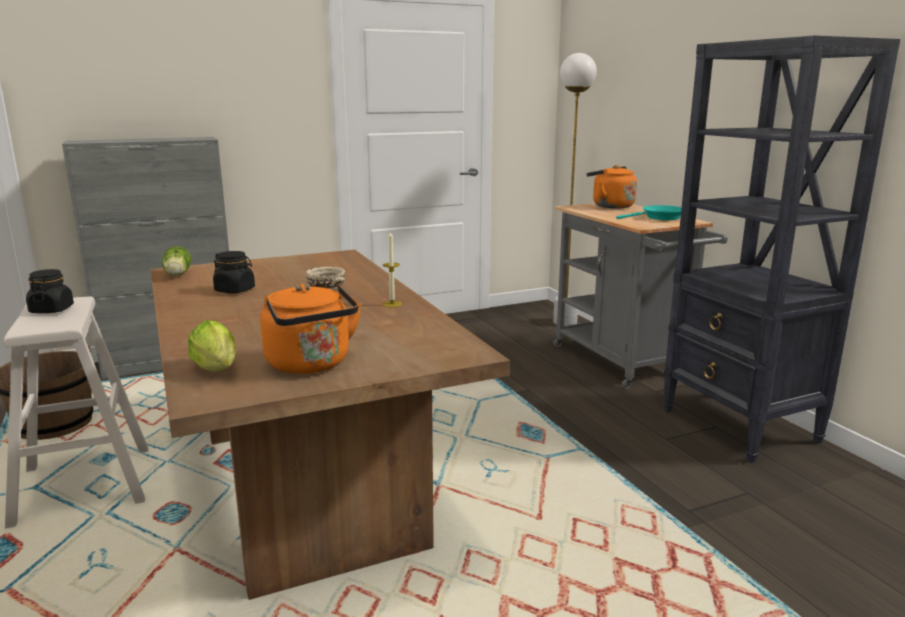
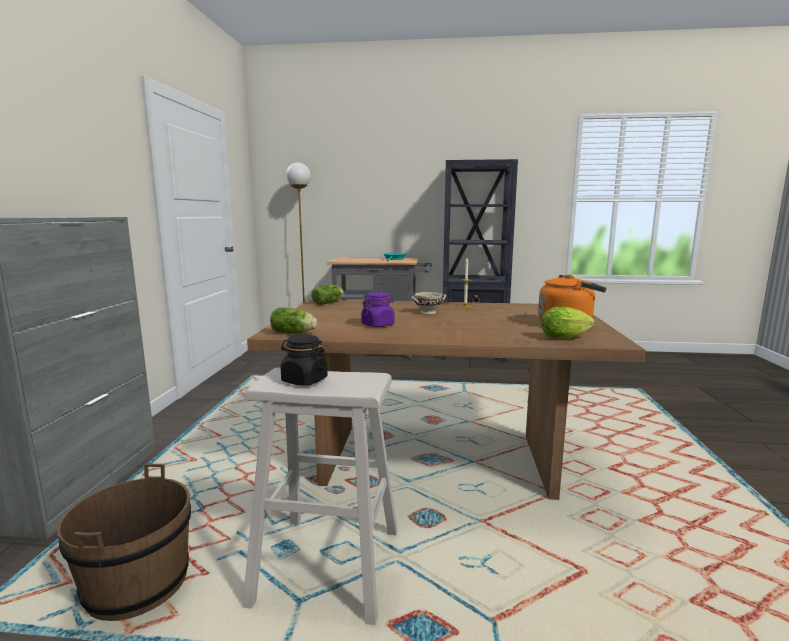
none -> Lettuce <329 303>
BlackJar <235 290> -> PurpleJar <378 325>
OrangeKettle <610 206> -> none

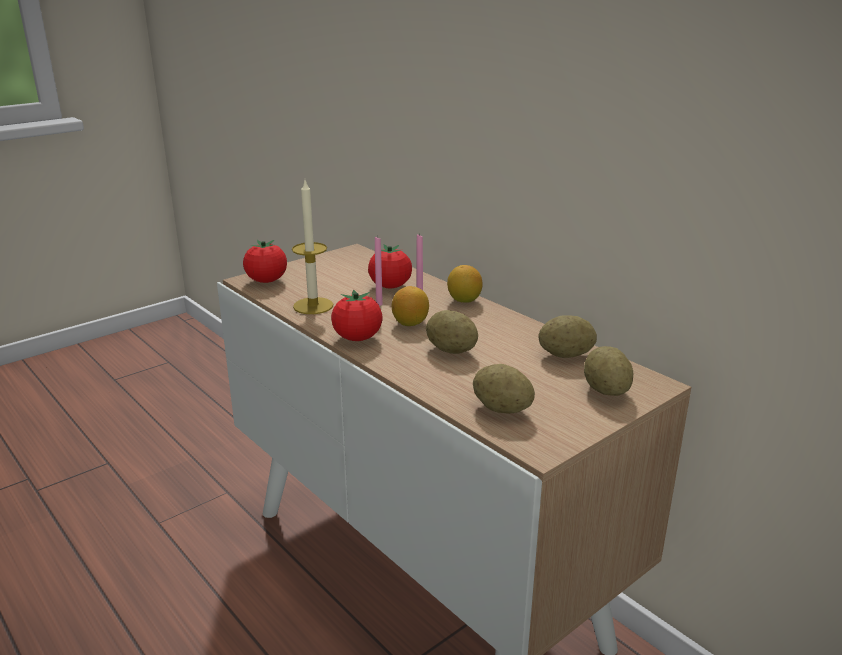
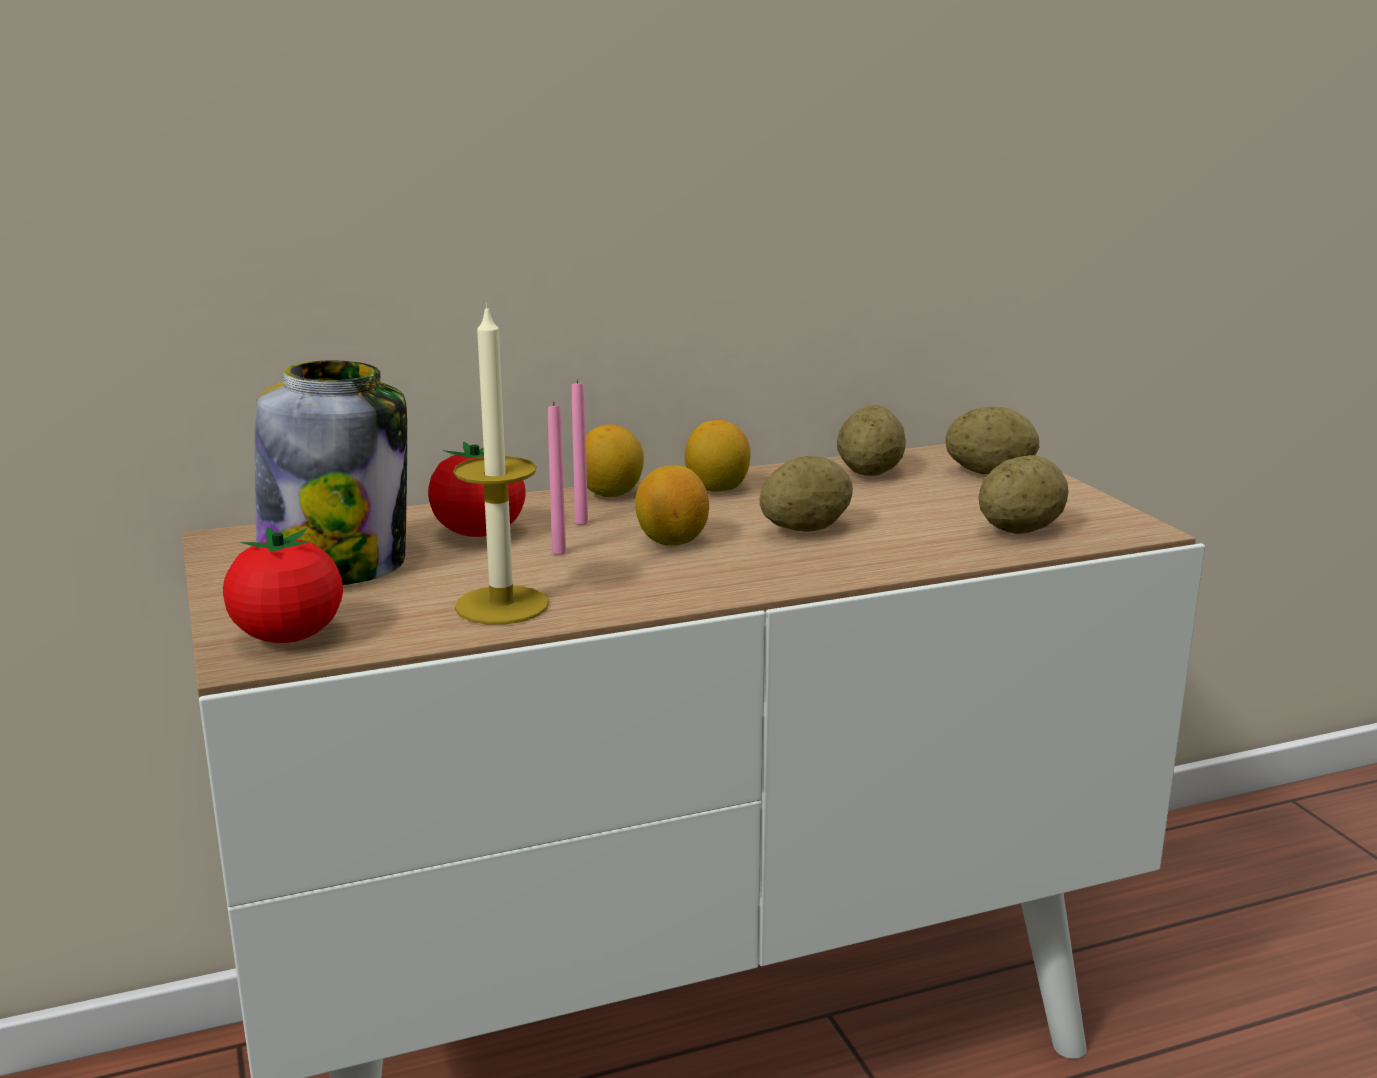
none -> Jar <337 564>
none -> Lemon <717 489>
Tomato <357 338> -> none

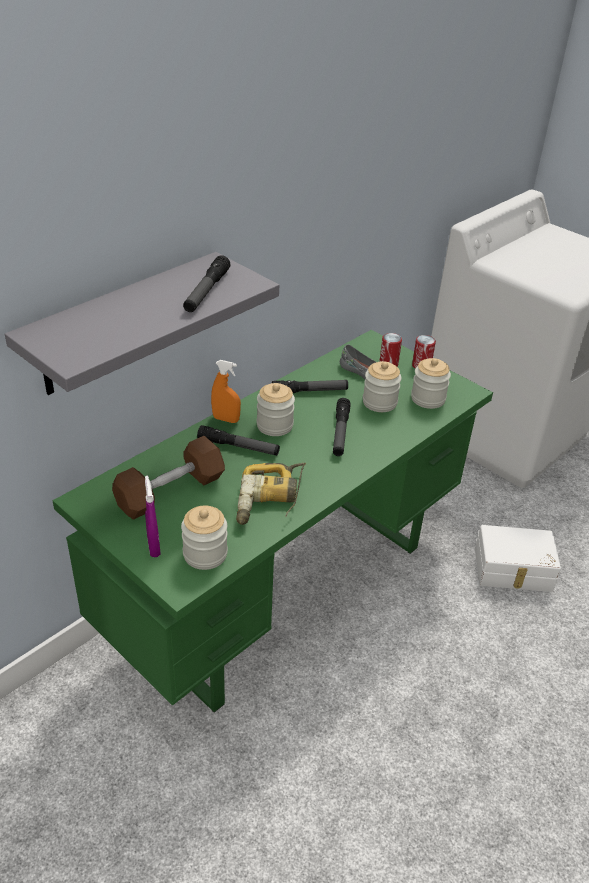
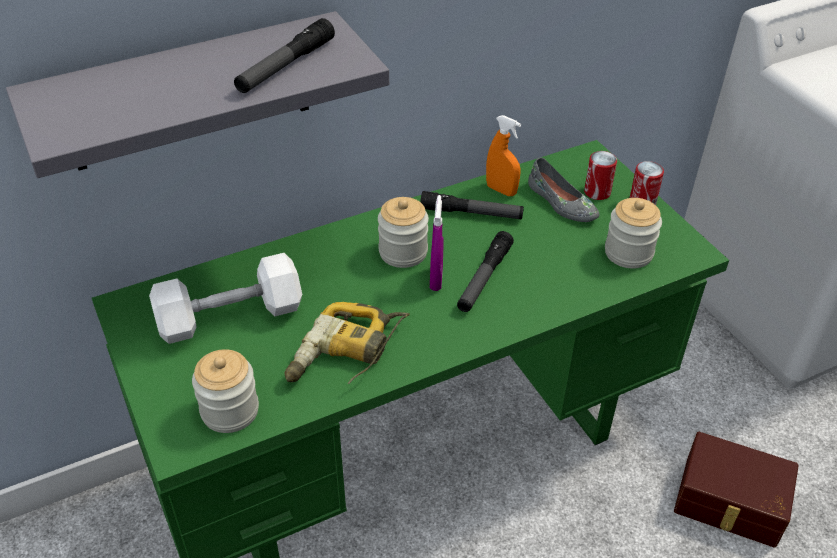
BrownDumbbell <170 492> -> WhiteDumbbell <230 316>
PurpleSprayBottle <153 547> -> PurpleSprayBottle <436 279>, move
OrangeSprayBottle <226 419> -> OrangeSprayBottle <501 190>, move
WhiteStorageBox <513 570> -> BrownStorageBox <730 503>
Flashlight <238 447> -> none
Jar <379 402> -> none

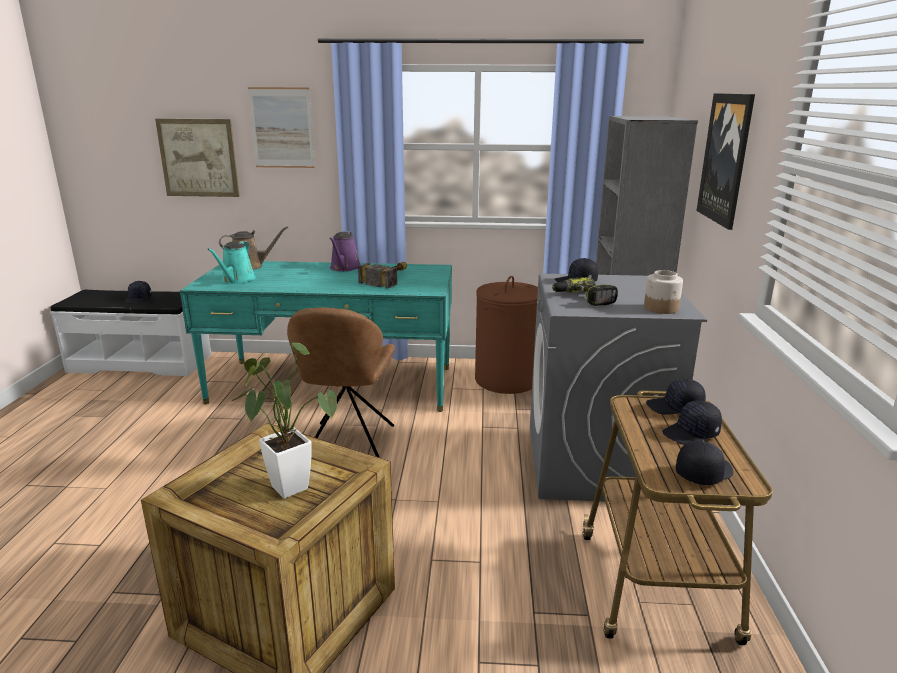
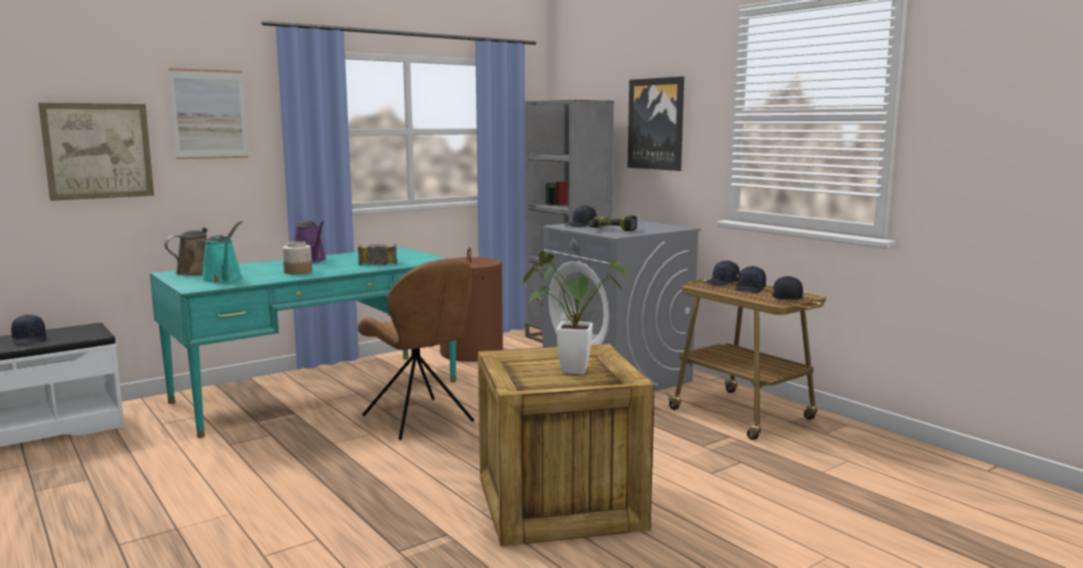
Jar <661 308> -> Jar <298 272>, move

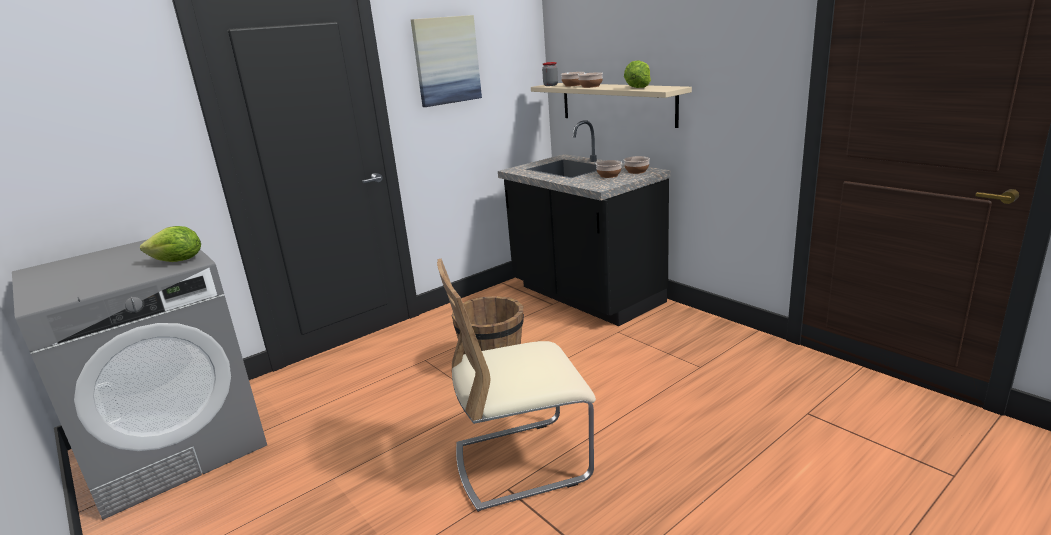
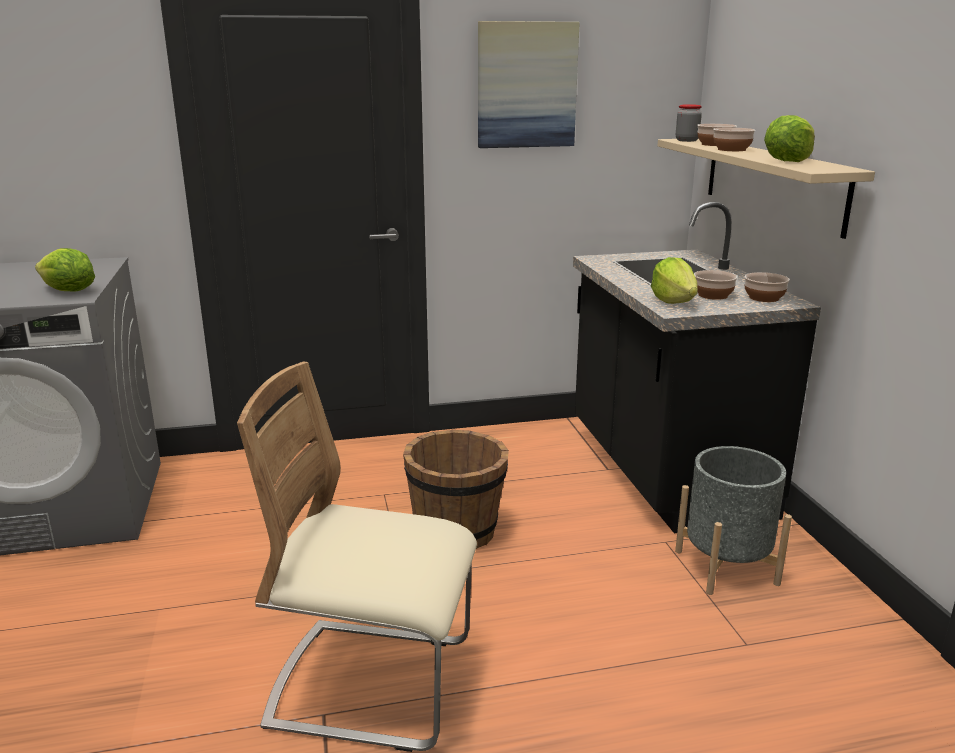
none -> Lettuce <673 301>
none -> GreyPlanter <726 567>

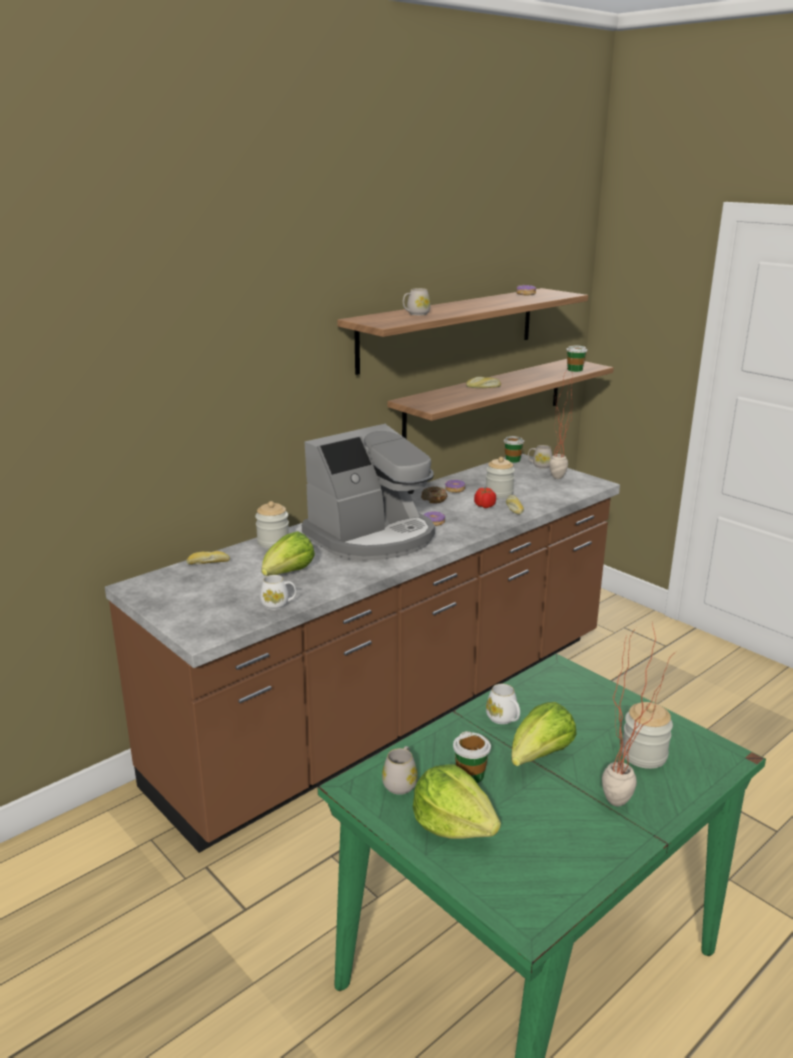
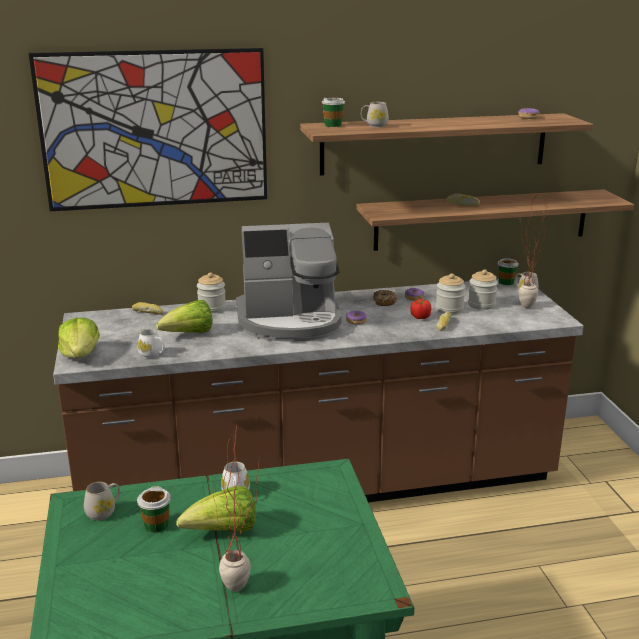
none -> Picture <155 130>
Lettuce <453 824> -> Lettuce <80 354>, move
Cup <575 370> -> Cup <333 125>, move
Jar <644 755> -> Jar <481 305>, move

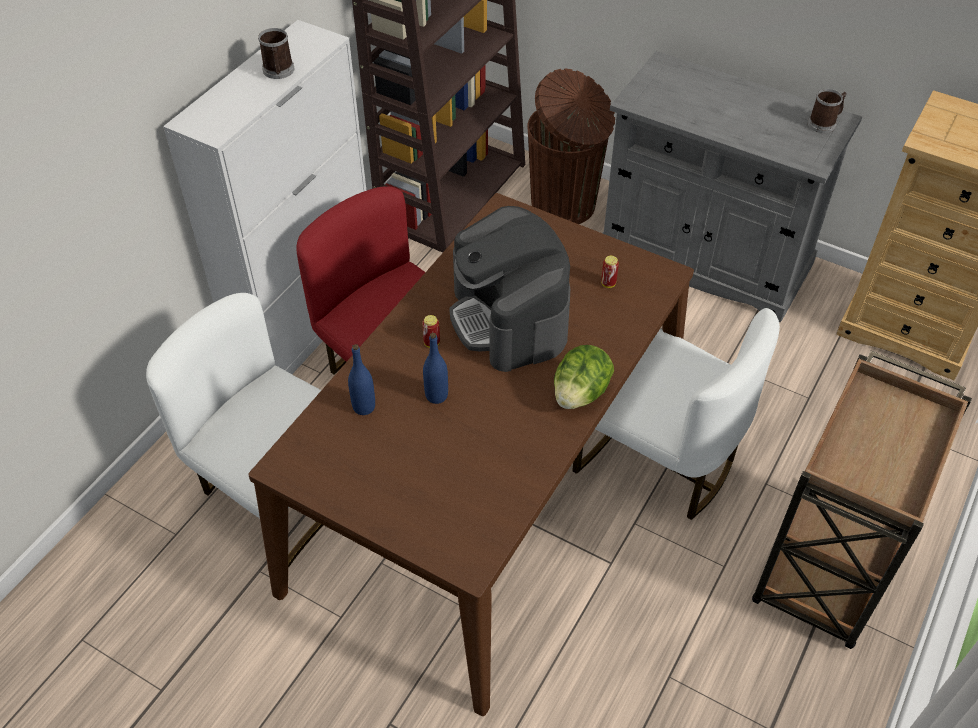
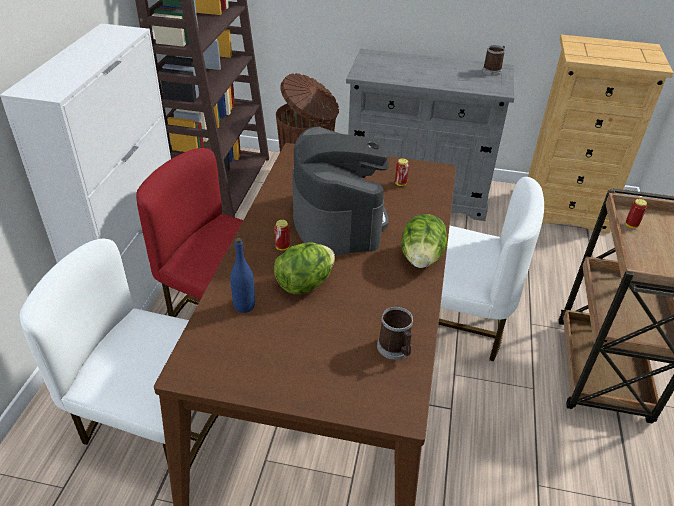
BlueBottle <436 395> -> Lettuce <304 284>
CoffeeMachine <509 319> -> CoffeeMachine <338 219>, 150 degrees counterclockwise
Mug <278 72> -> Mug <396 349>, move
none -> Can <631 225>

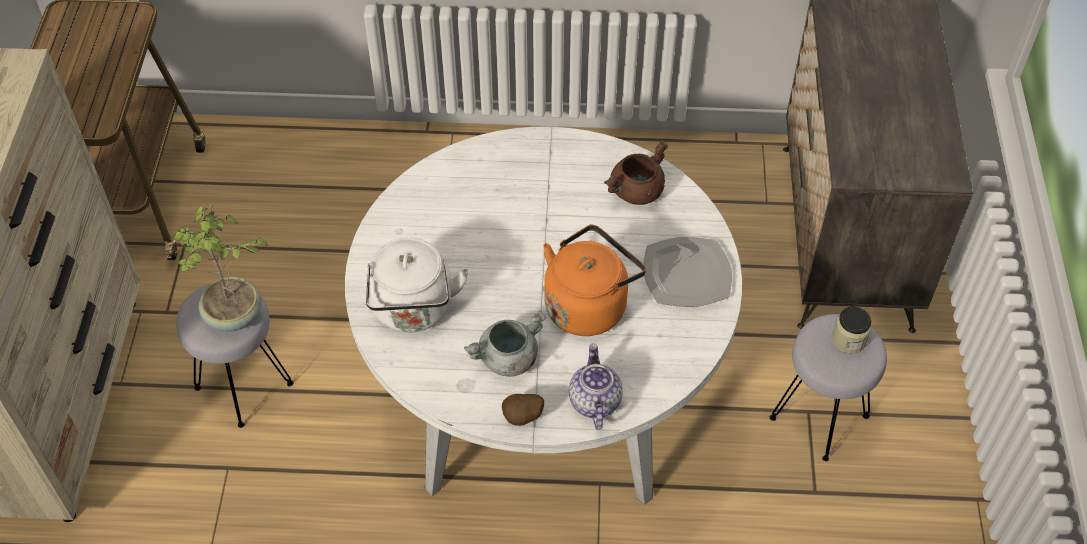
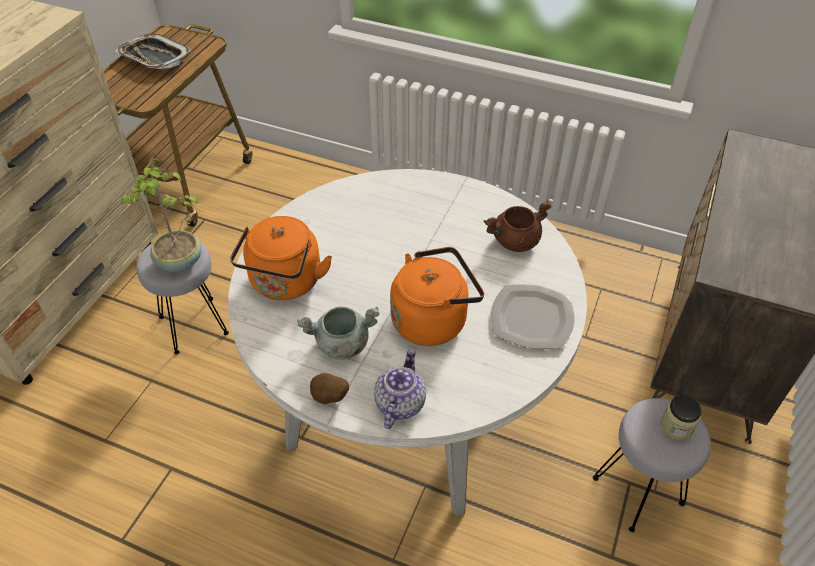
none -> Tray <154 57>
WhiteKettle <413 311> -> OrangeKettle <285 284>

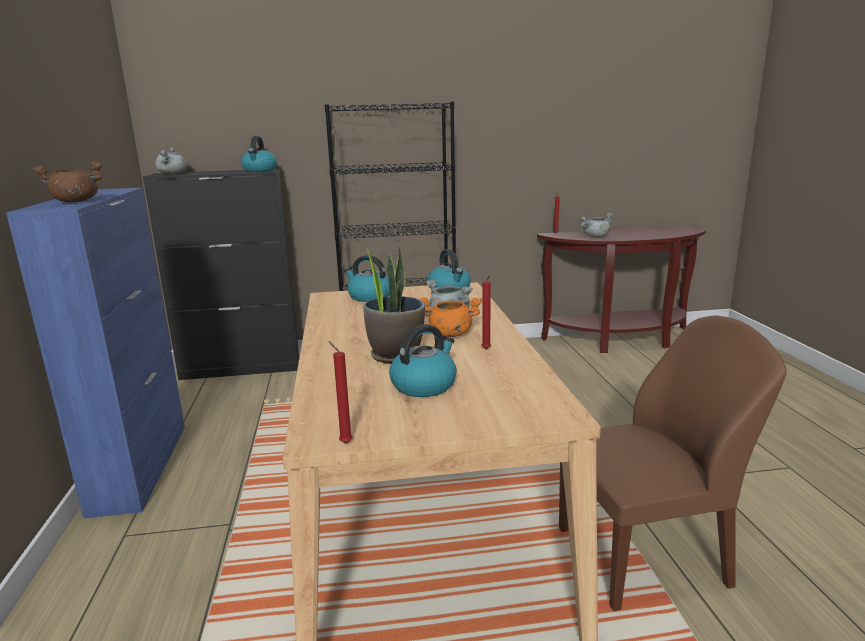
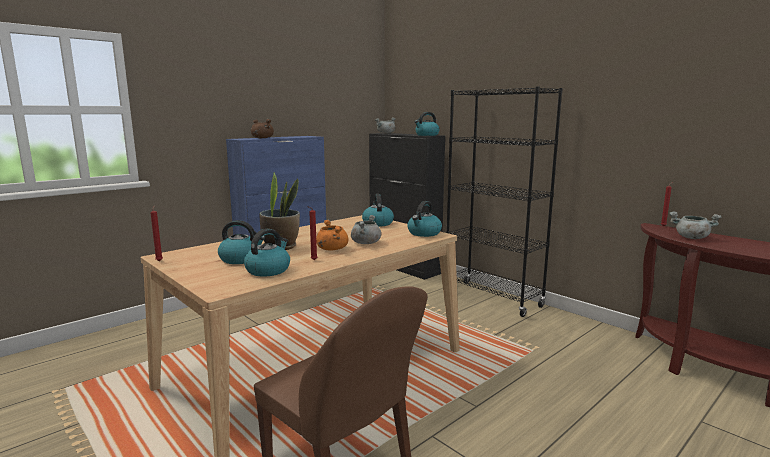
none -> Kettle <268 270>

